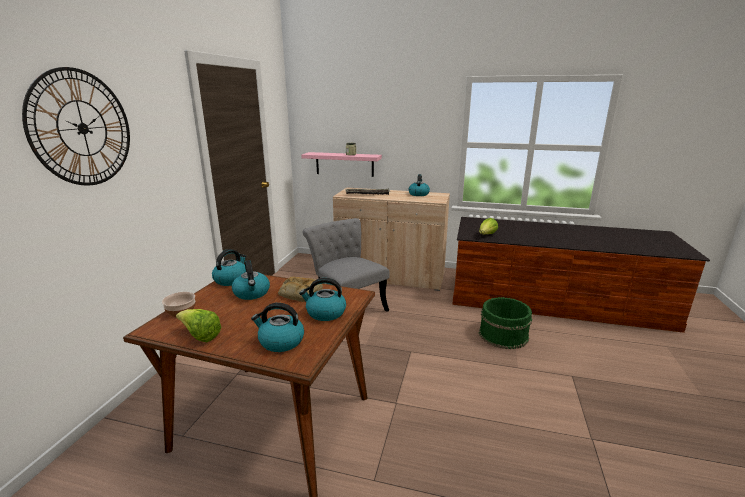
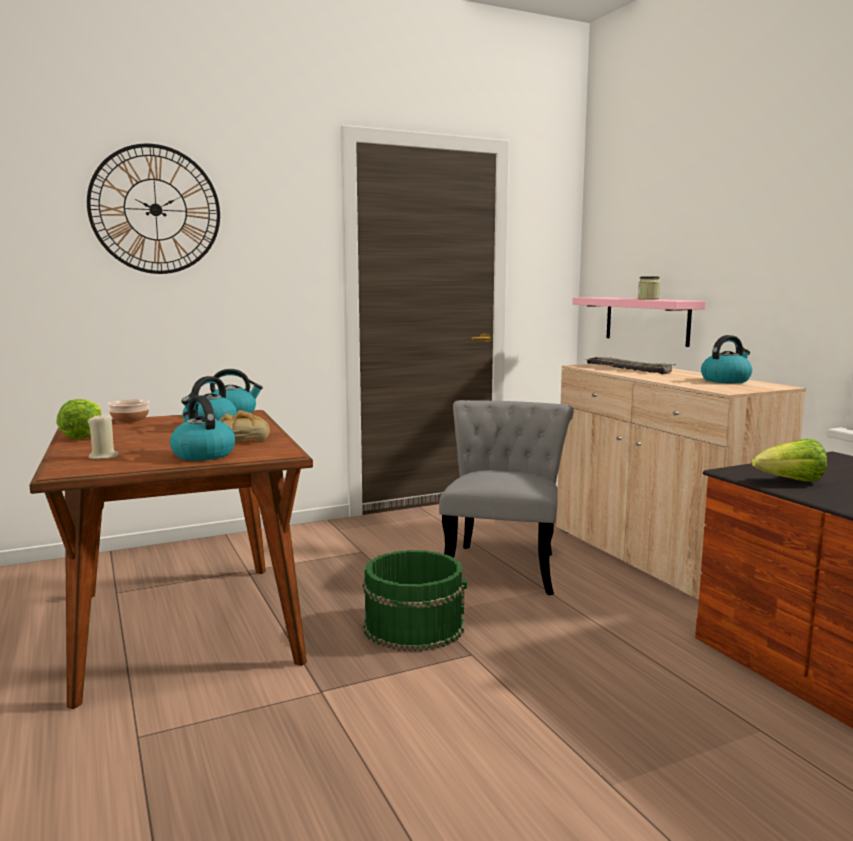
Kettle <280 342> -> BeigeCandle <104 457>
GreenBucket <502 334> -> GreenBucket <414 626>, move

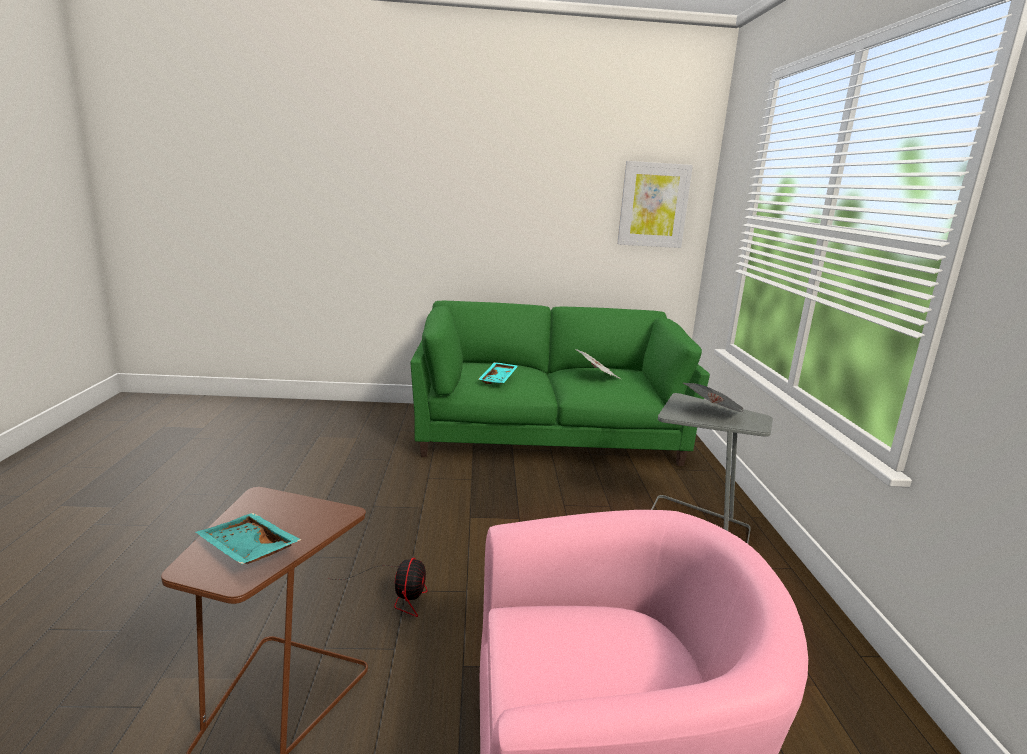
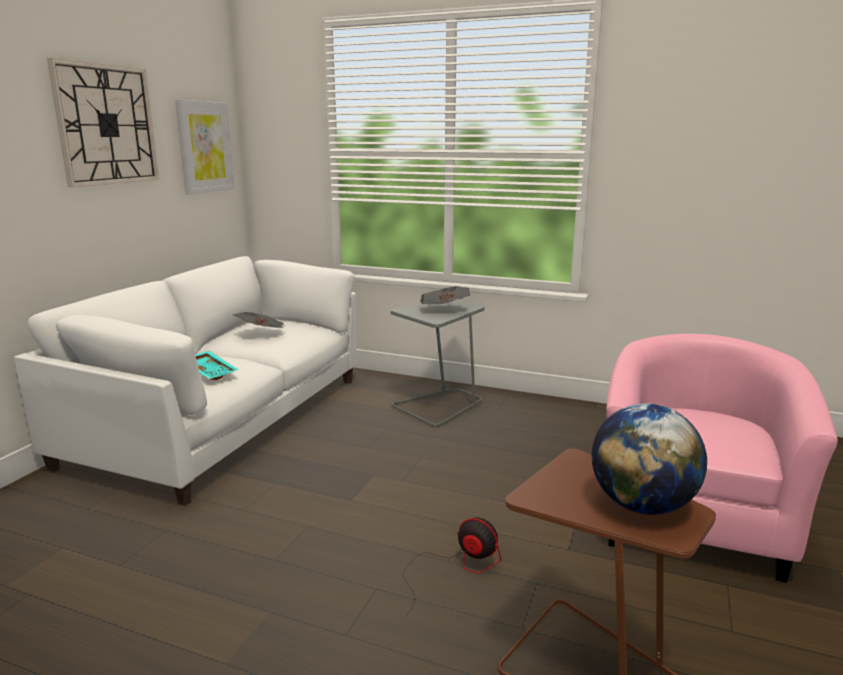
GreenSofa <547 434> -> WhiteSofa <224 419>
none -> WallClock <106 125>
TurquoiseTray <246 550> -> Globe <642 506>

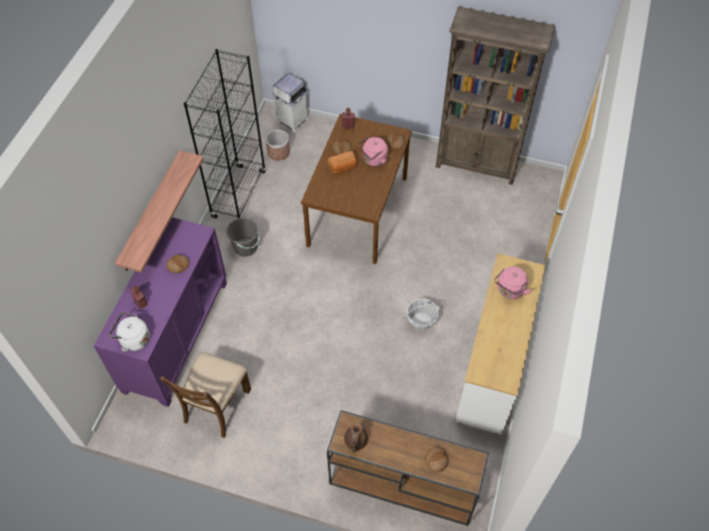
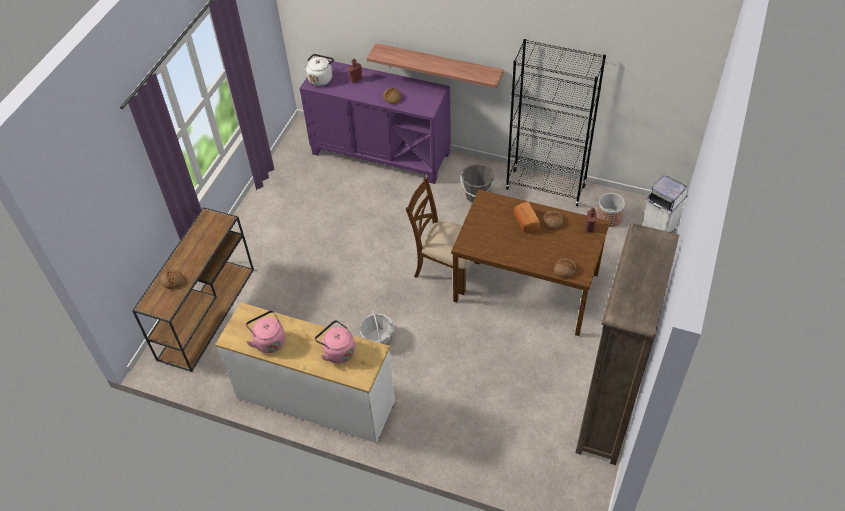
PinkKettle <373 160> -> PinkKettle <269 341>, move
BrownChair <216 406> -> BrownChair <446 269>, move
BrownTeapot <355 442> -> none

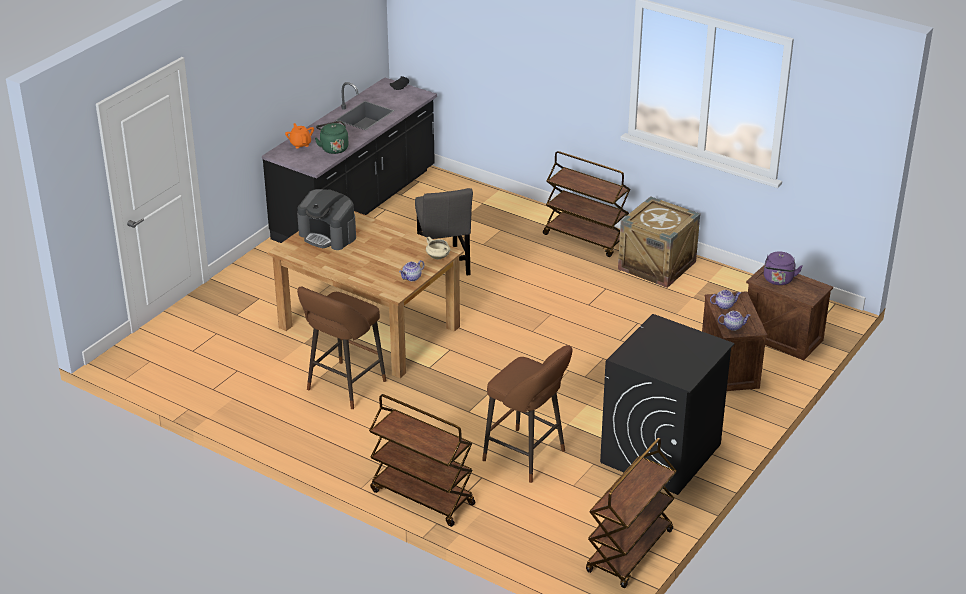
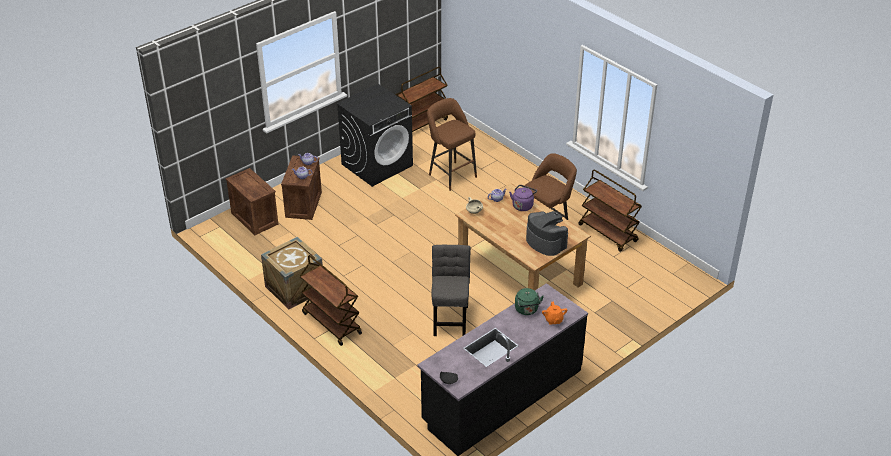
PurpleKettle <778 280> -> PurpleKettle <523 205>, move
BrownCart <421 497> -> BrownCart <608 233>, move

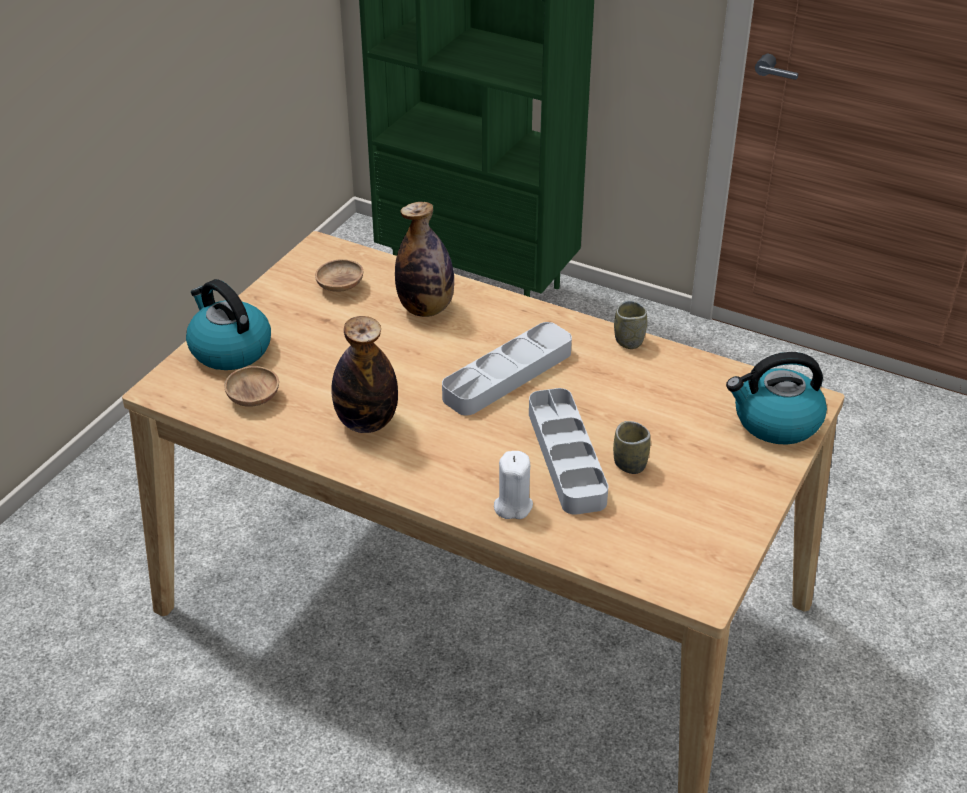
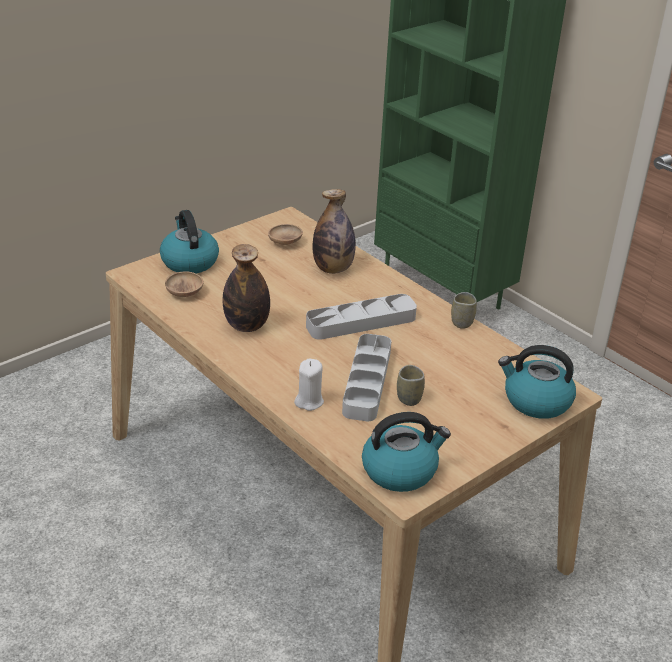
none -> Kettle <400 470>

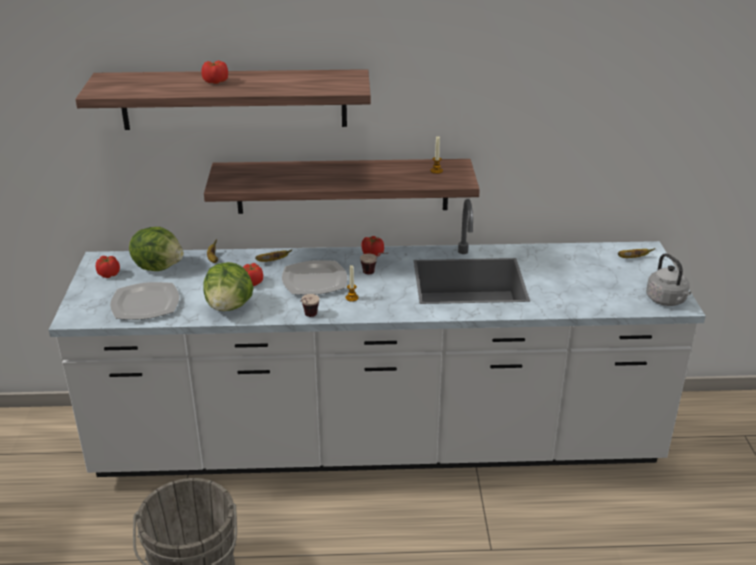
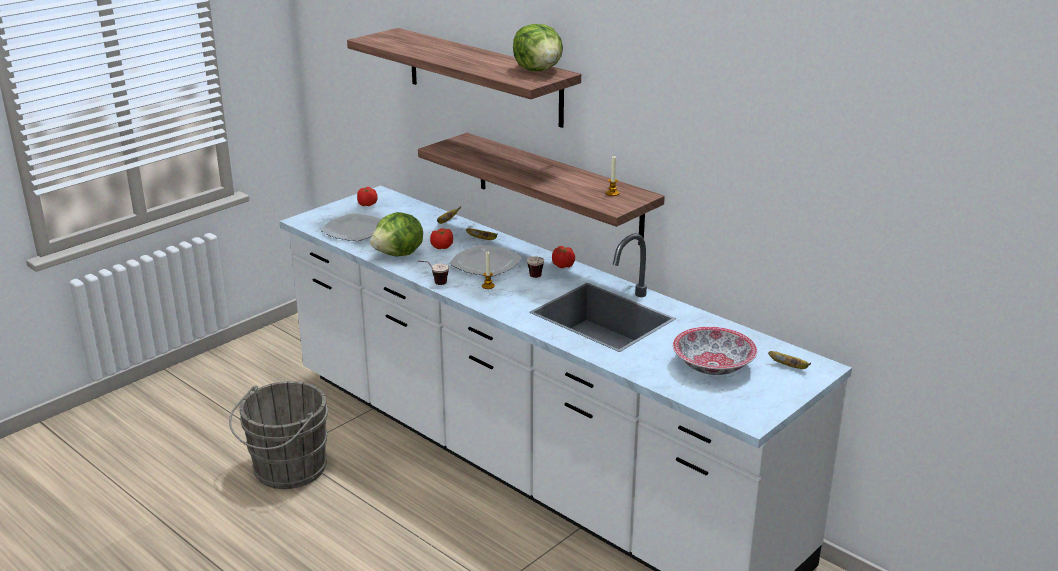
Lettuce <159 266> -> Lettuce <539 70>, move
none -> Bowl <712 366>
Tomato <215 81> -> none
GreyKettle <667 300> -> none

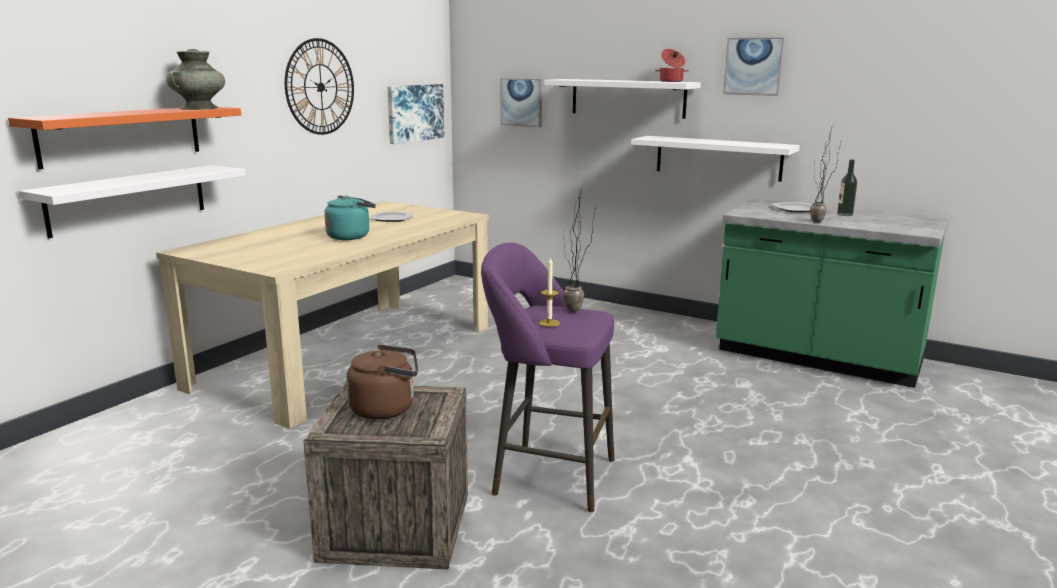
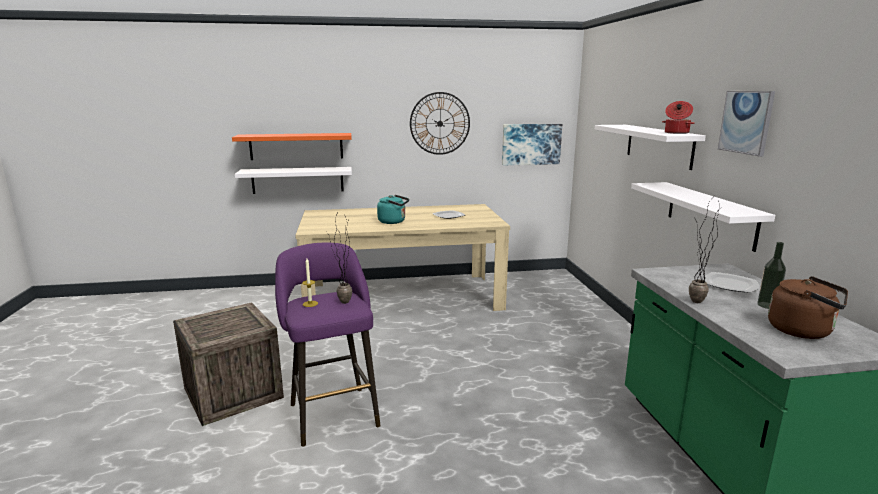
BrownKettle <386 409> -> BrownKettle <803 331>, move
TurquoiseVase <198 108> -> none
Picture <521 102> -> none

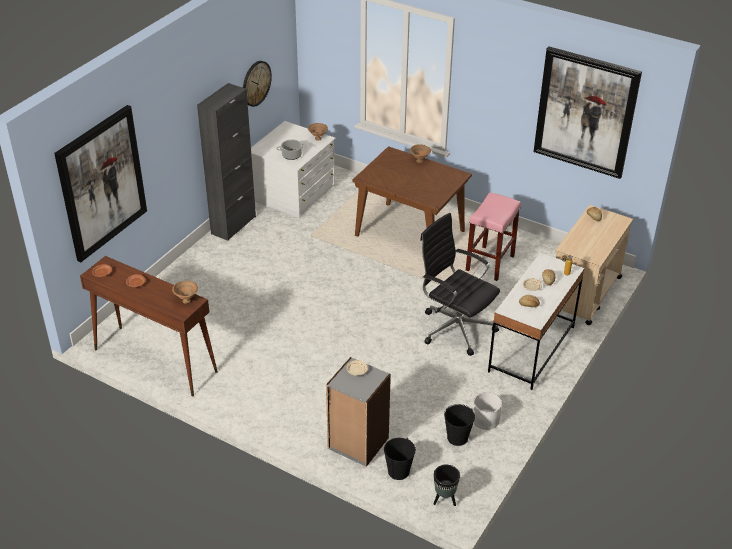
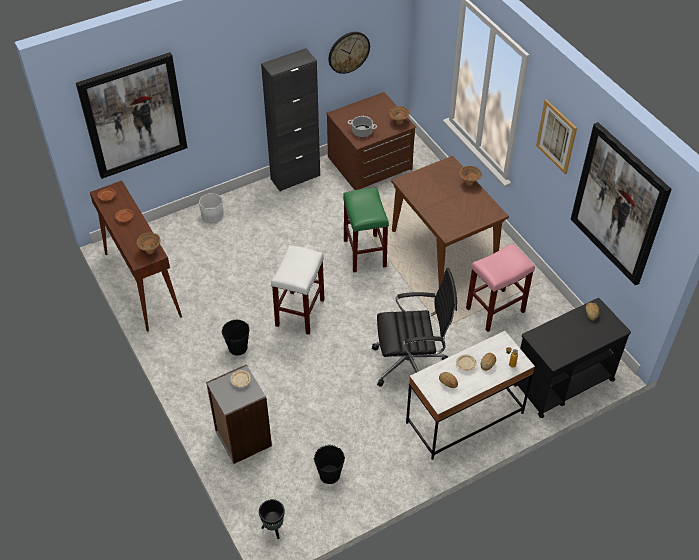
WhitePlanter <485 419> -> WhitePlanter <212 215>, move
BlackBucket <398 471> -> BlackBucket <238 347>, move
none -> WhiteStool <300 312>
WhiteDresser <294 193> -> BrownDresser <370 164>
none -> GreenStool <365 253>
BlackOfficeChair <455 327> -> BlackOfficeChair <411 364>, 105 degrees clockwise
BeigeCart <584 294> -> BlackCart <562 382>
none -> Picture <556 136>

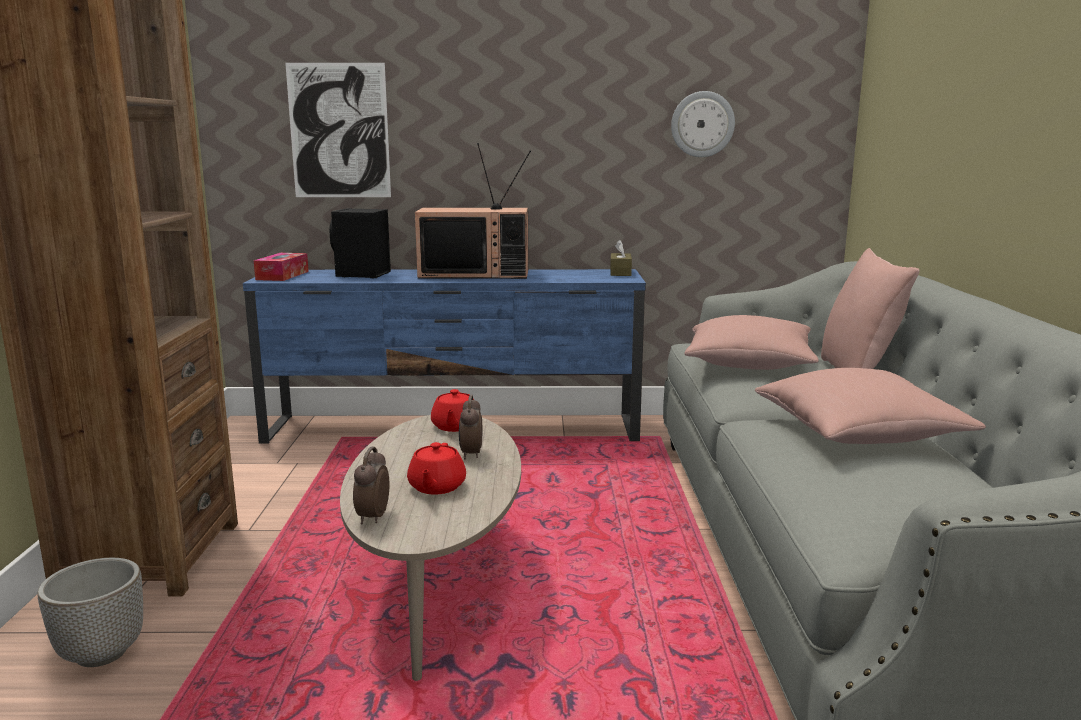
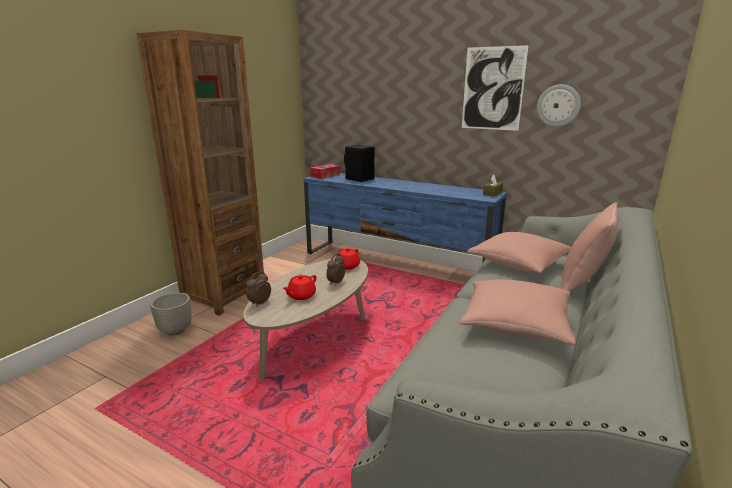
Picture <339 131> -> Picture <493 89>, move
Television <476 273> -> none

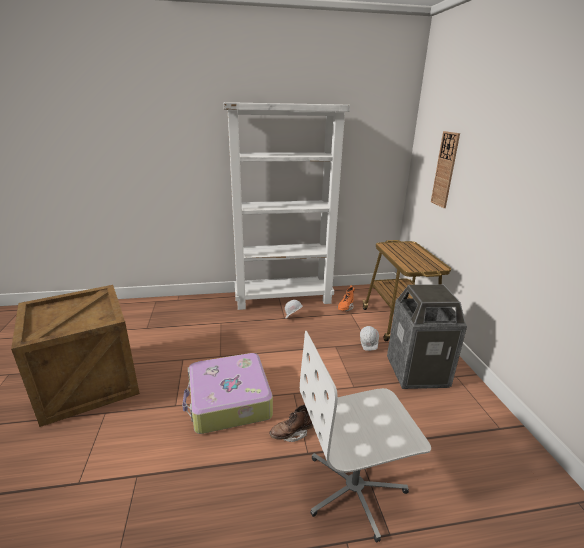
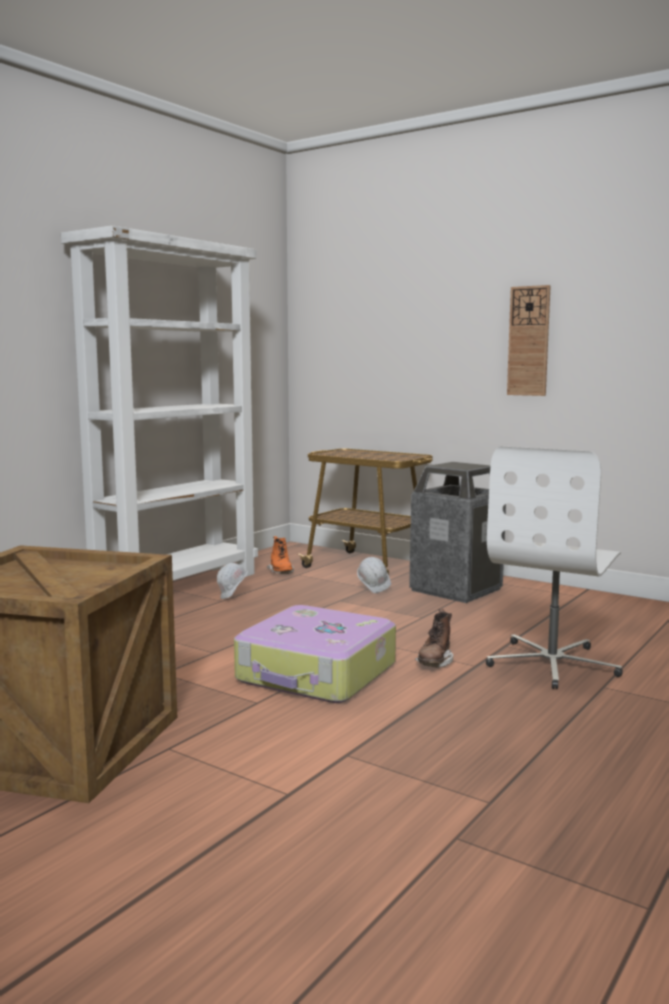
WallClock <445 170> -> WallClock <528 341>, move

